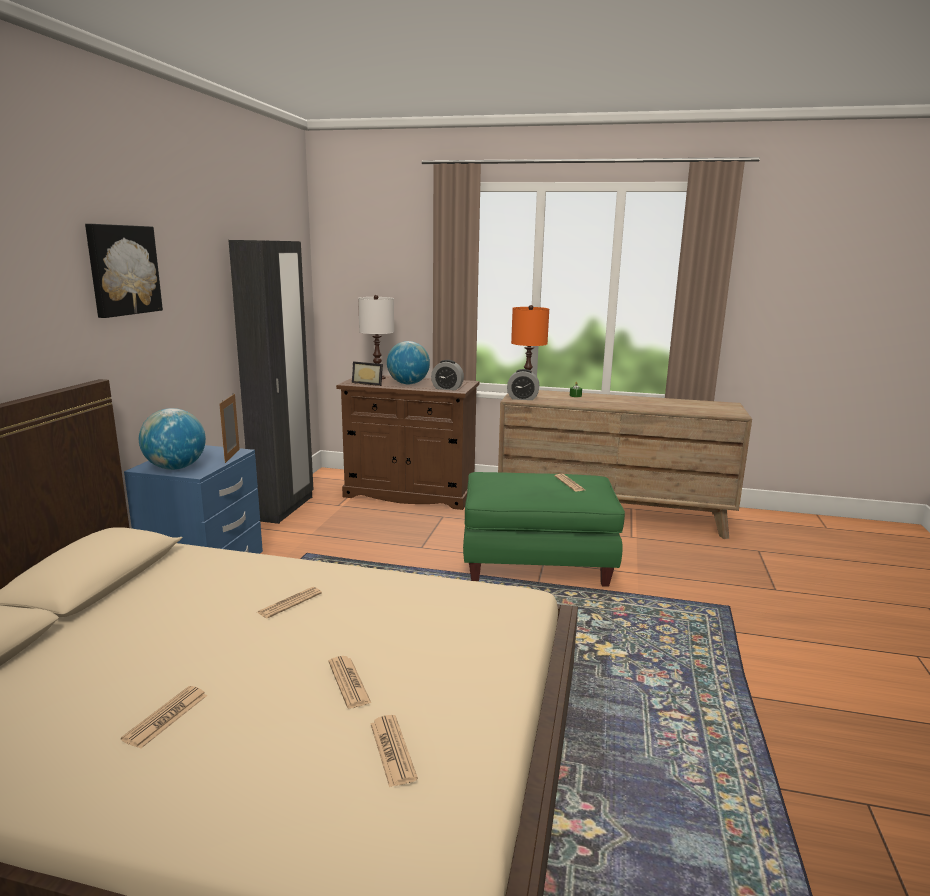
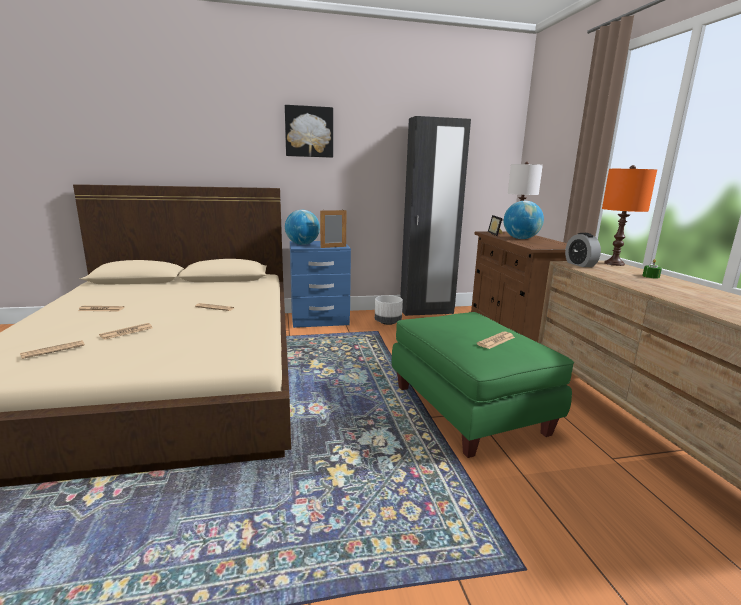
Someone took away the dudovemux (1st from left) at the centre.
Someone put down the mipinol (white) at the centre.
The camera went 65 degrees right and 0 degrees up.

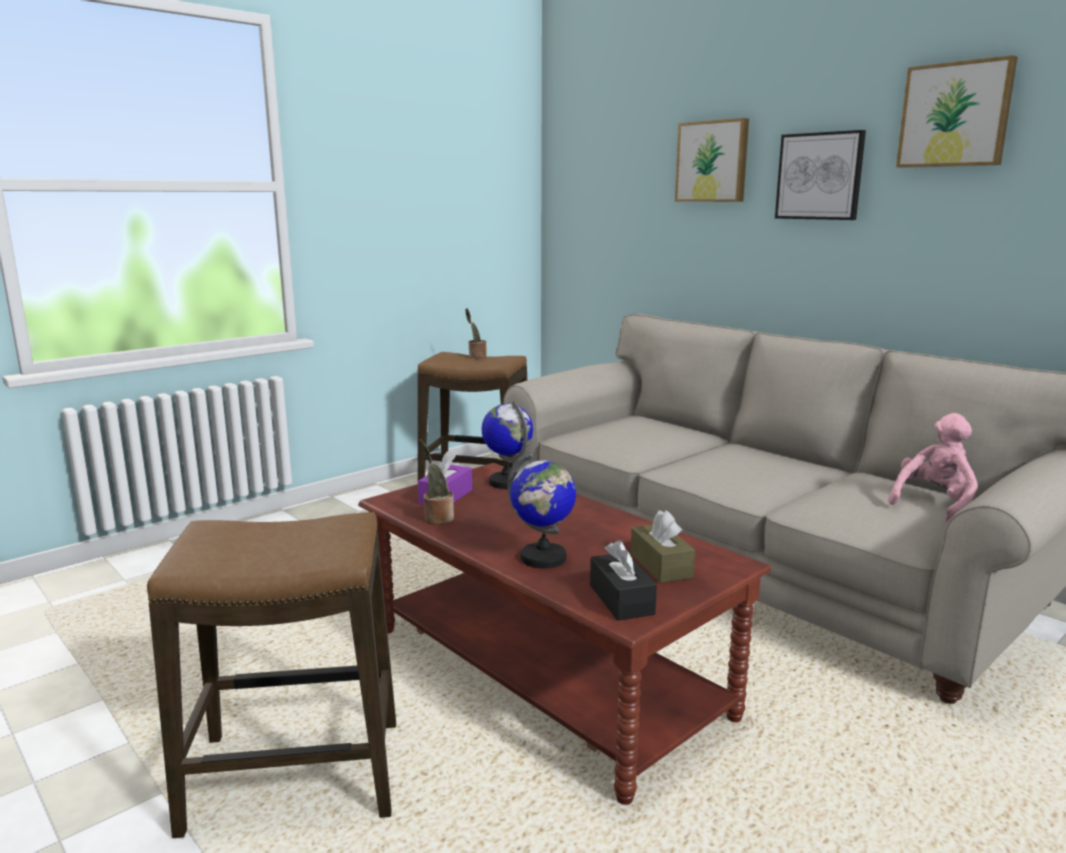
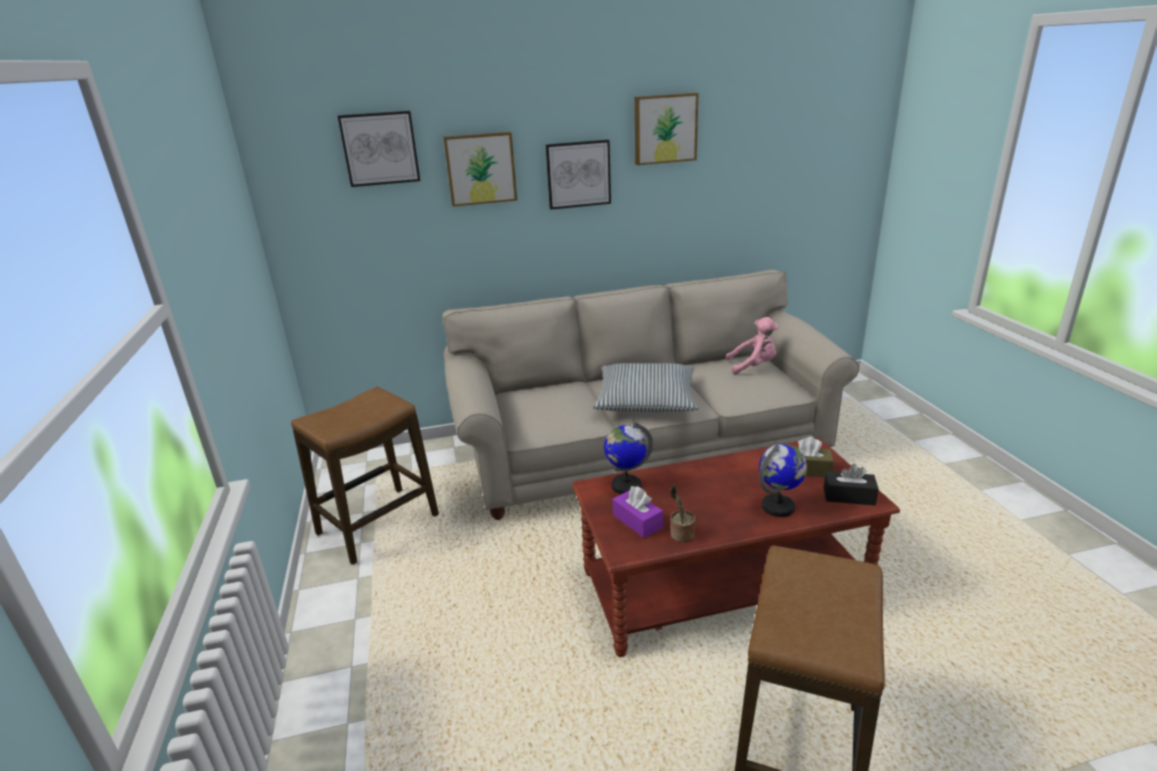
Someone took away the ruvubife (2nd from left) at the centre.
Someone rotated the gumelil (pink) at the middle right by 105 degrees clockwise.
Someone put up the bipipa (1st from left) at the top left.
Someone put down the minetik at the centre.
The camera went 60 degrees left and 10 degrees up.

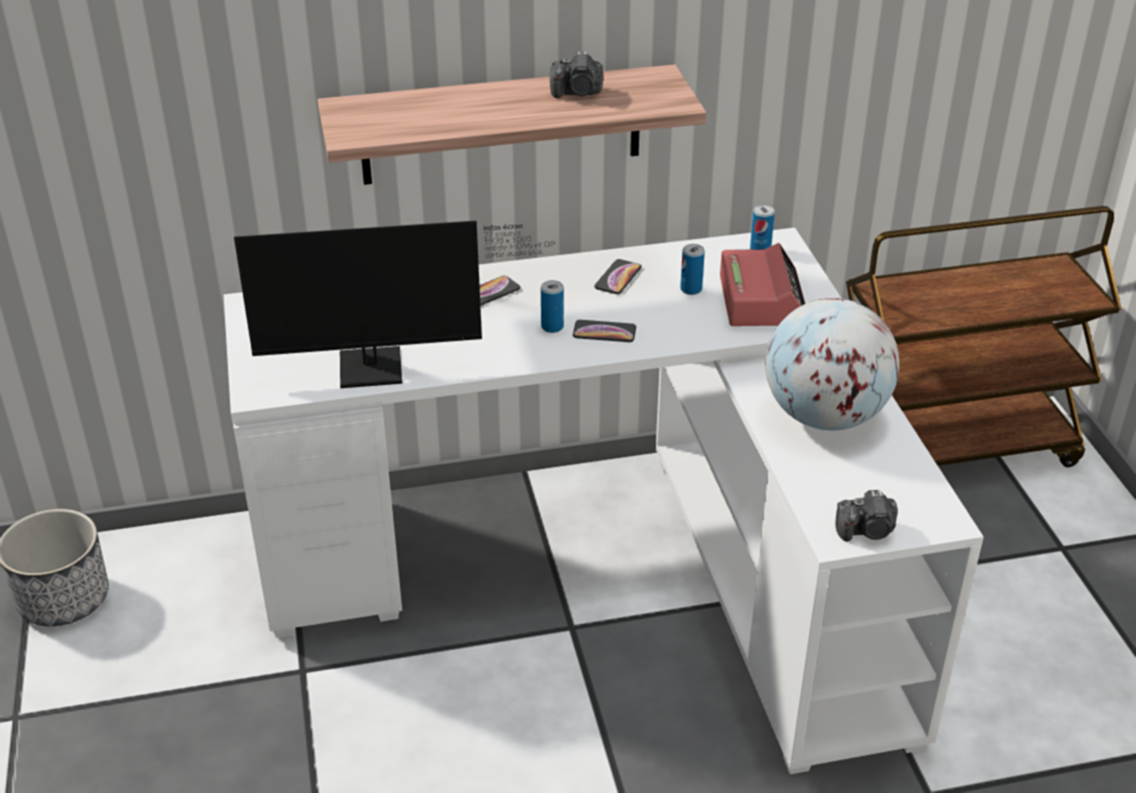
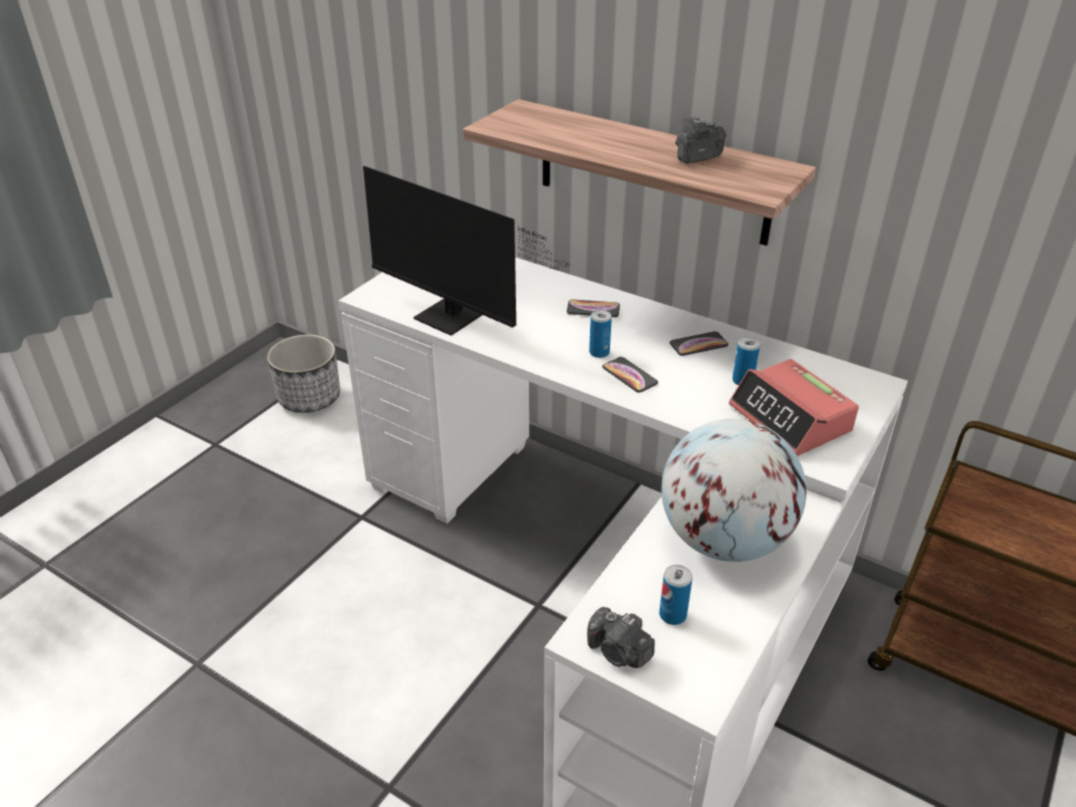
Someone rotated the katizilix (1st from left in the first image) at the top centre by 105 degrees clockwise.
Someone rotated the dudovemux at the middle right by 105 degrees clockwise.
Someone carried the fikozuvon (3rd from left in the first image) from the top right to the bottom centre.
The camera went 45 degrees right and 0 degrees up.

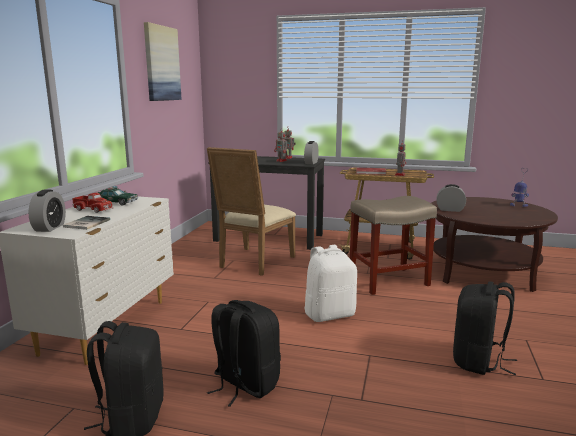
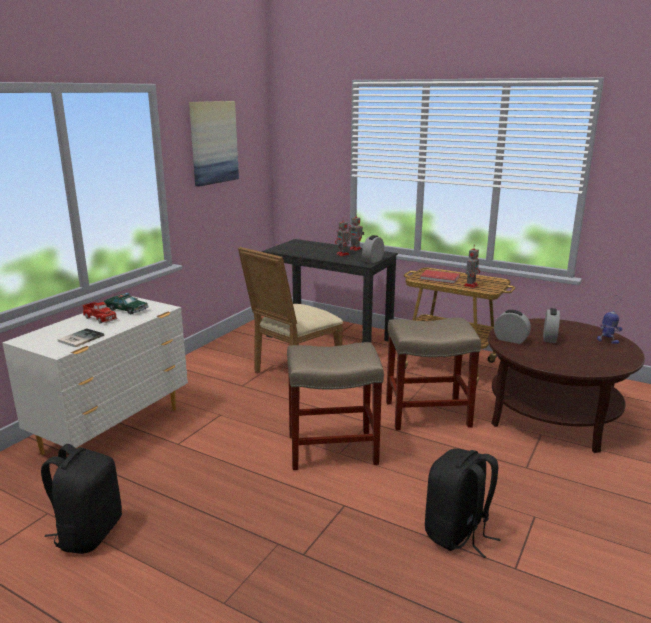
Someone carried the dudovemux (1st from left in the first image) from the middle left to the middle right.
Someone took away the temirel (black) (2nd from left) at the bottom centre.
Someone swapped the temirel (white) at the centre for the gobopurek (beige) (1st from left) at the centre.
The camera went 15 degrees right and 5 degrees up.

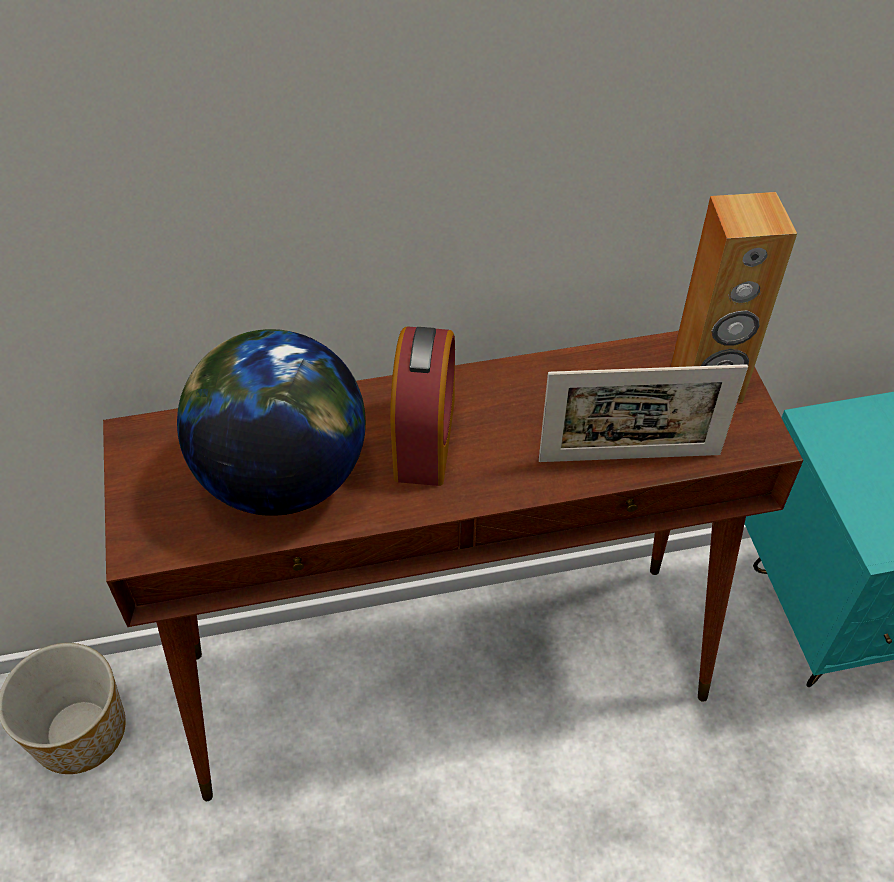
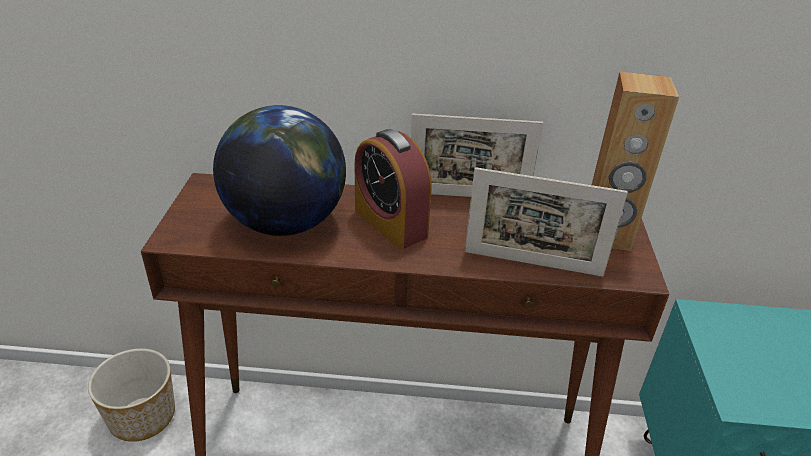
Someone rotated the dudovemux at the centre by 120 degrees clockwise.
Someone put down the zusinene (1st from left) at the centre.
The camera went 15 degrees right and 15 degrees down.

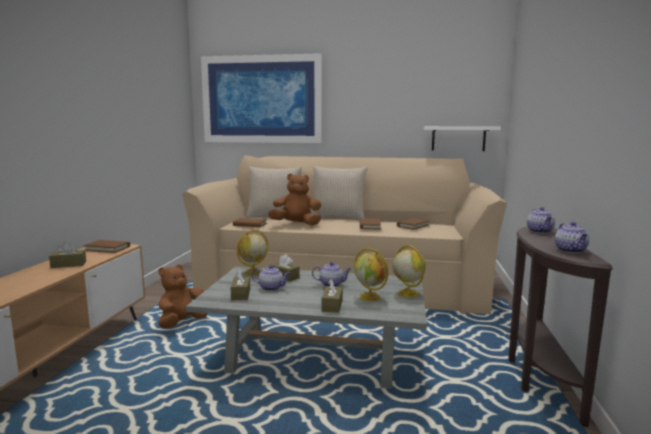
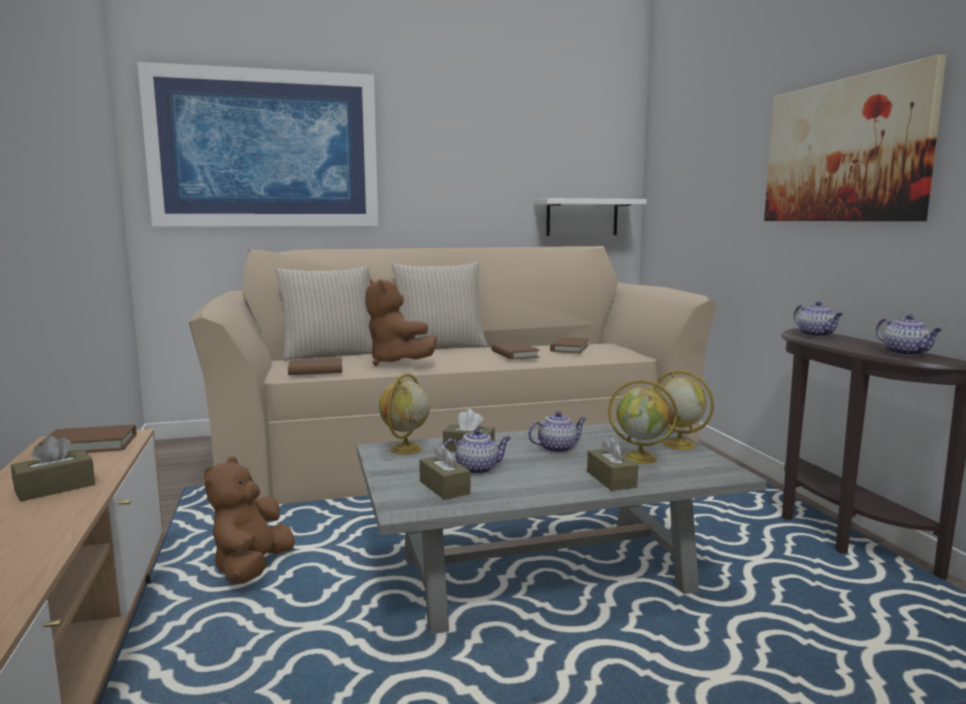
Someone rotated the gumelil (brown) (2nd from left) at the centre by 105 degrees counterclockwise.
Someone put up the bipipa (2nd from left) at the top right.
The camera went 25 degrees left and 0 degrees up.

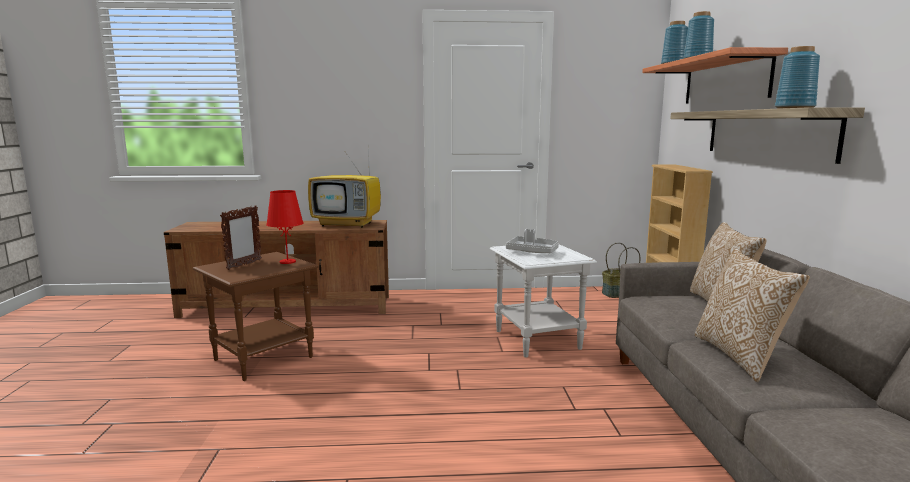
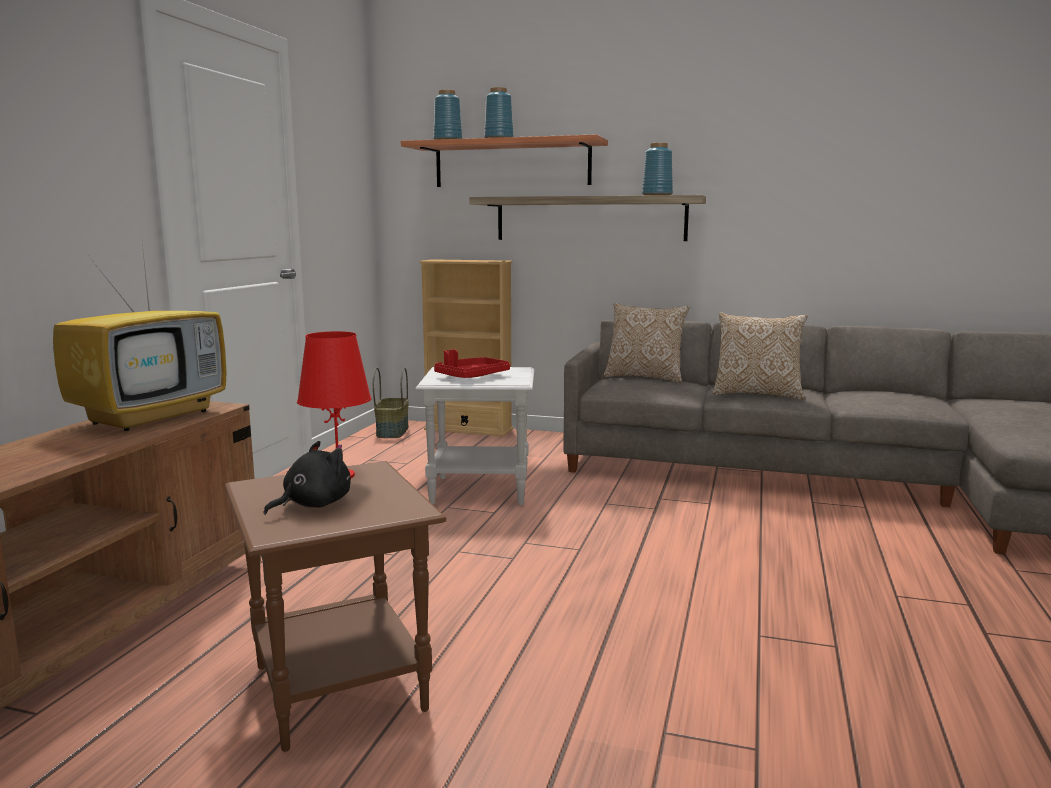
Someone swapped the zusinene at the middle left for the gumelil (black) at the middle left.
Someone repainted the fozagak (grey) at the centre, which became the fozagak (red) at the centre.
The camera went 70 degrees left and 0 degrees up.

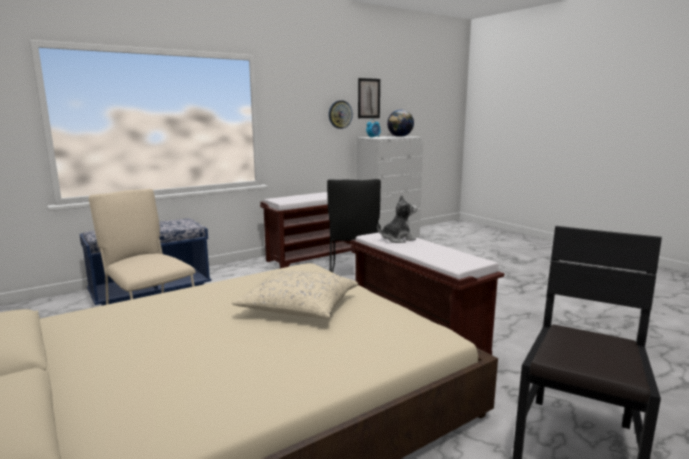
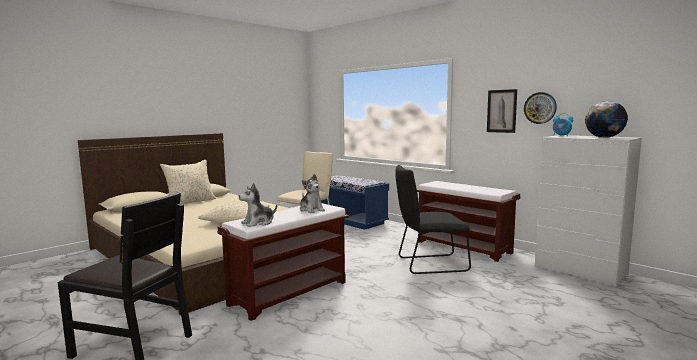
Someone carried the bipipa from the top centre to the top right.
Someone put down the minetik (beige) (1st from left) at the middle left.
Someone put down the gumelil (1st from left) at the centre.
The camera went 80 degrees right and 5 degrees down.

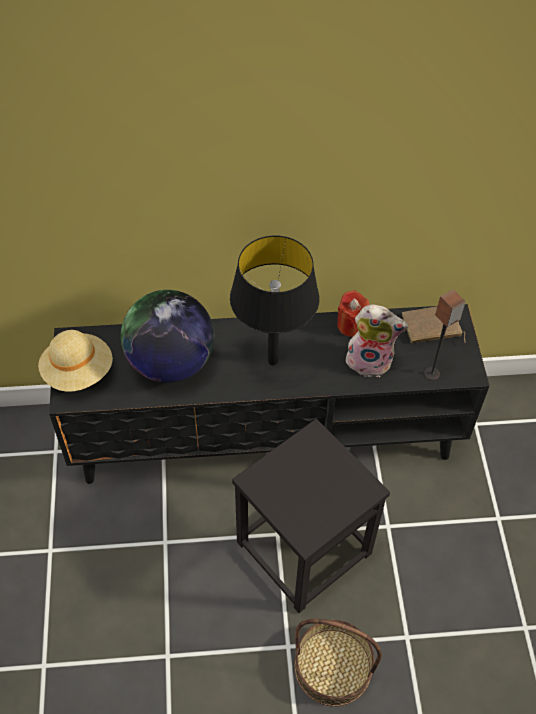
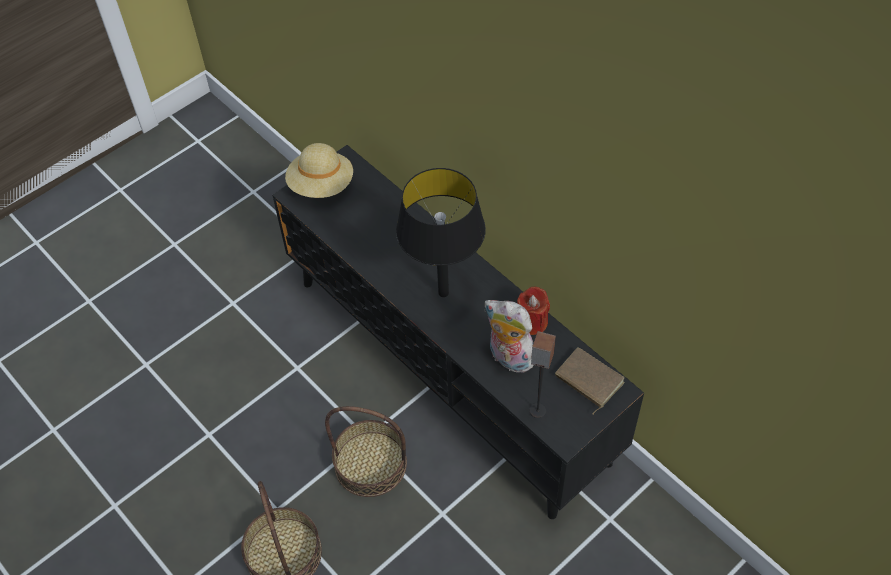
Someone took away the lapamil at the middle left.
Someone swapped the gobopurek (black) at the bottom centre for the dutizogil (2nd from left) at the bottom centre.
Someone rotated the gumelil at the middle right by 150 degrees clockwise.
The camera went 55 degrees right and 0 degrees up.

